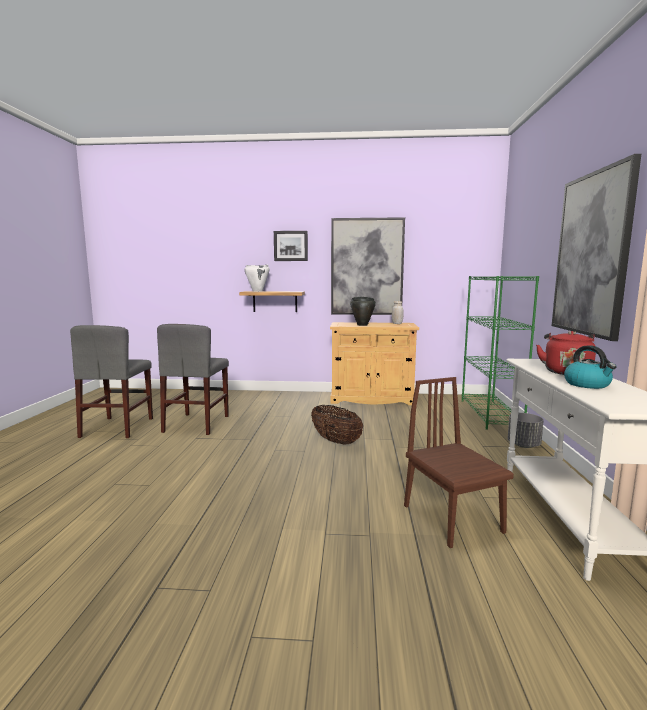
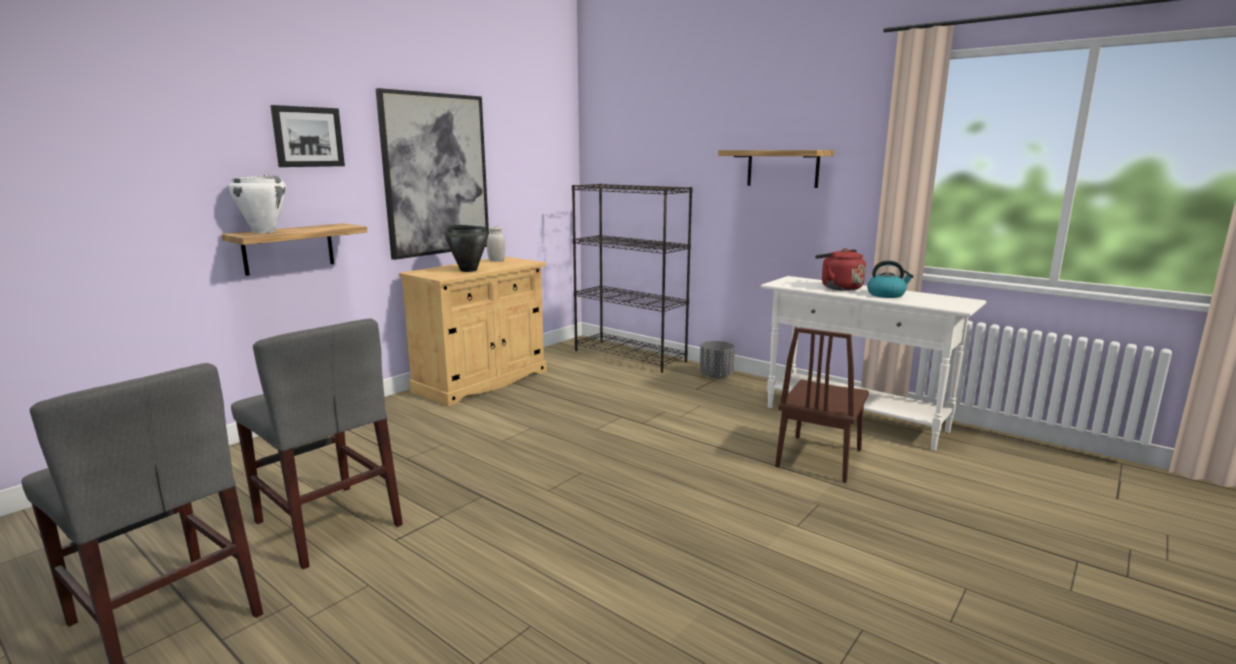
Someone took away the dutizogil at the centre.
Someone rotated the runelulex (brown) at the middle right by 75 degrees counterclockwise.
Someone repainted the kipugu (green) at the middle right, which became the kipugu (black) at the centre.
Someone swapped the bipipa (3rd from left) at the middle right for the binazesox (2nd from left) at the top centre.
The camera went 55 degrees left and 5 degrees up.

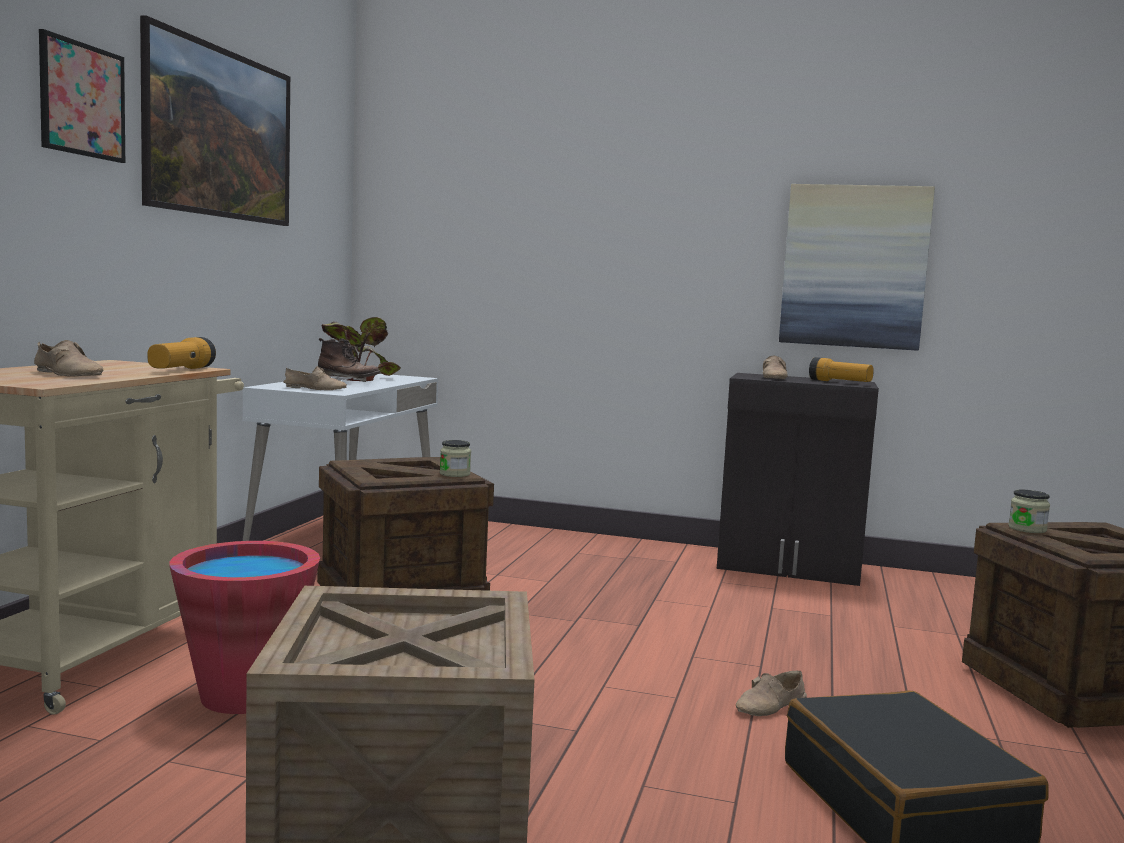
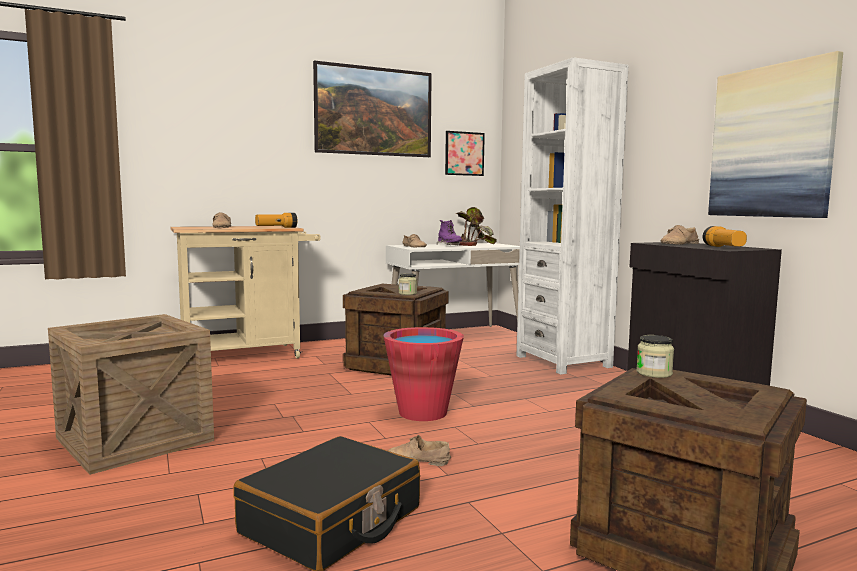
Someone carried the bipipa (1st from left in the first image) from the top left to the top centre.
Someone carried the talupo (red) from the bottom left to the centre.
Someone repainted the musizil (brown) at the middle left, which became the musizil (purple) at the centre.
Someone put down the kipugu (white) at the middle right.
The camera went 50 degrees right and 0 degrees up.

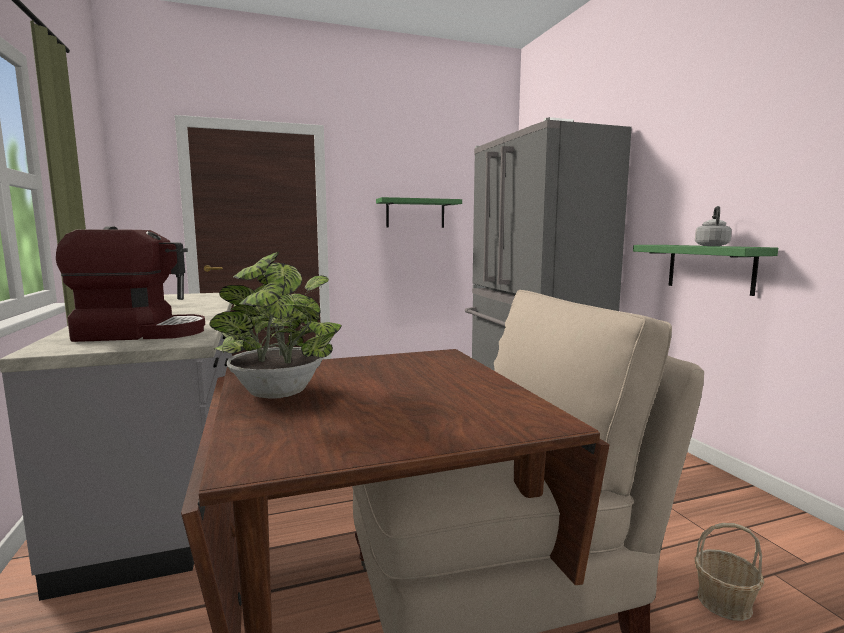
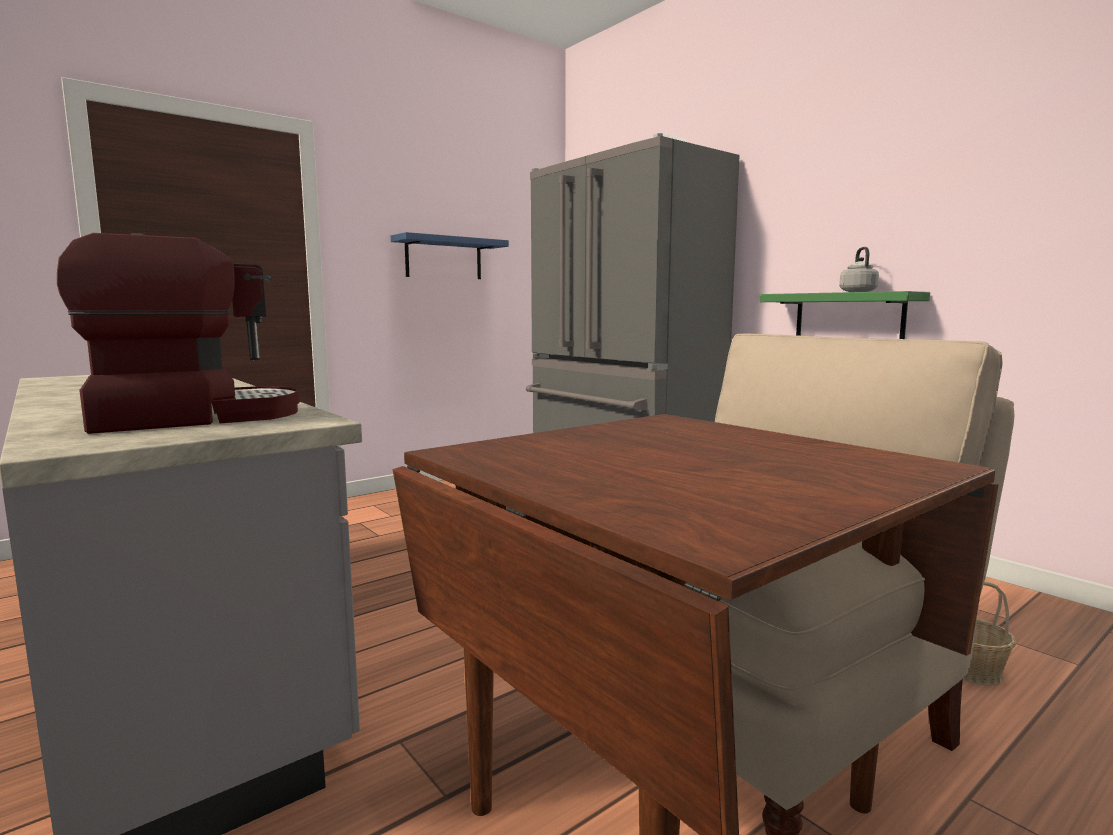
Someone took away the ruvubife at the middle left.
Someone repainted the binazesox (green) (1st from left) at the centre, which became the binazesox (blue) at the top centre.
The camera went 20 degrees left and 0 degrees up.

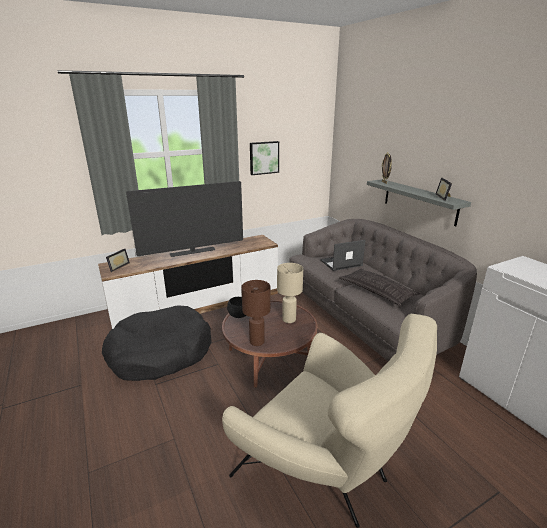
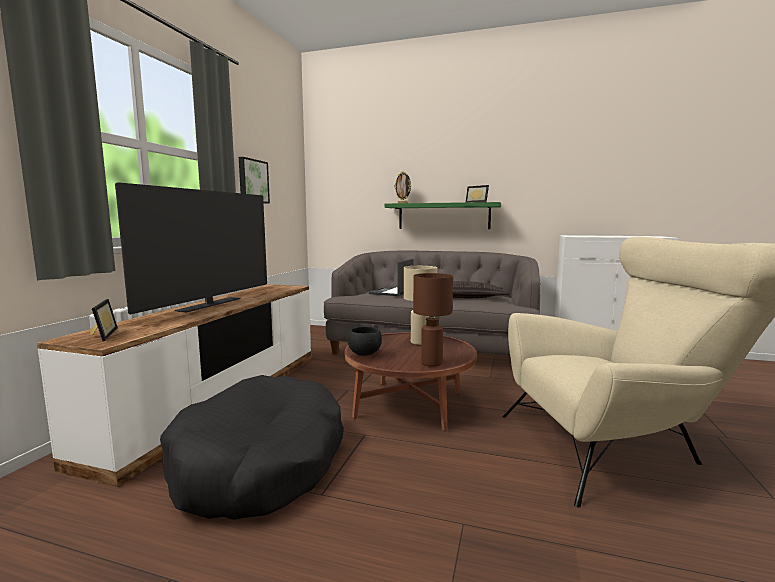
Someone repainted the binazesox (grey) at the middle right, which became the binazesox (green) at the centre.
The camera went 45 degrees left and 15 degrees down.

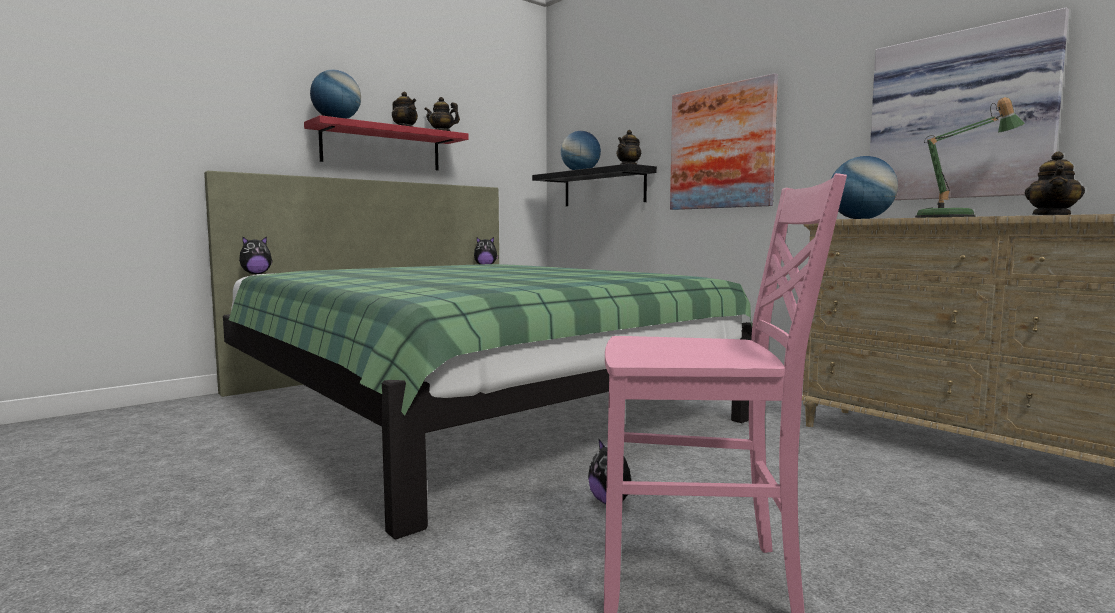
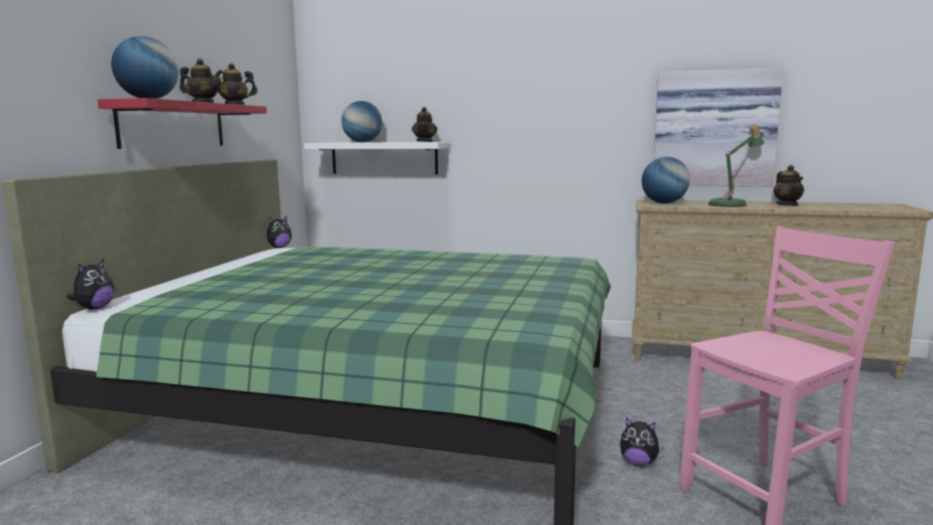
Someone repainted the binazesox (black) at the top centre, which became the binazesox (white) at the top centre.
Someone took away the bipipa (1st from left) at the top centre.
The camera went 35 degrees left and 5 degrees up.

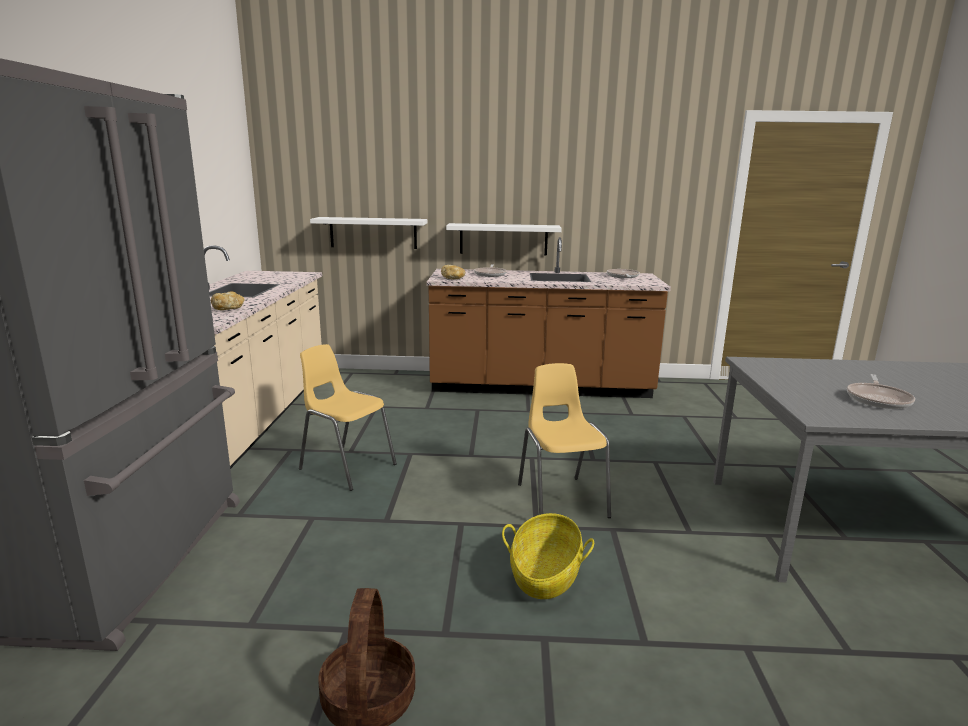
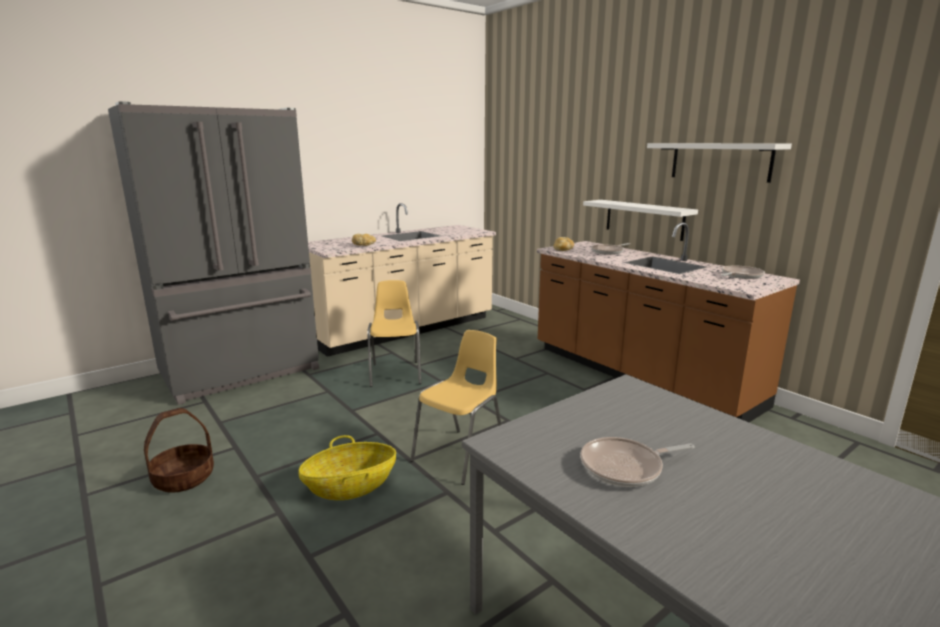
Someone carried the binazesox (white) (1st from left in the first image) from the top centre to the top right.
The camera went 50 degrees right and 0 degrees up.

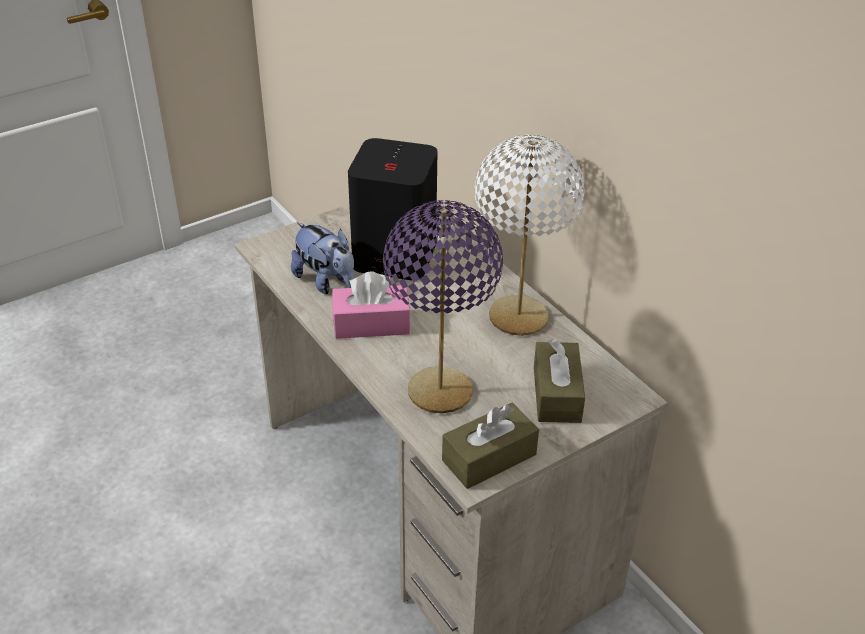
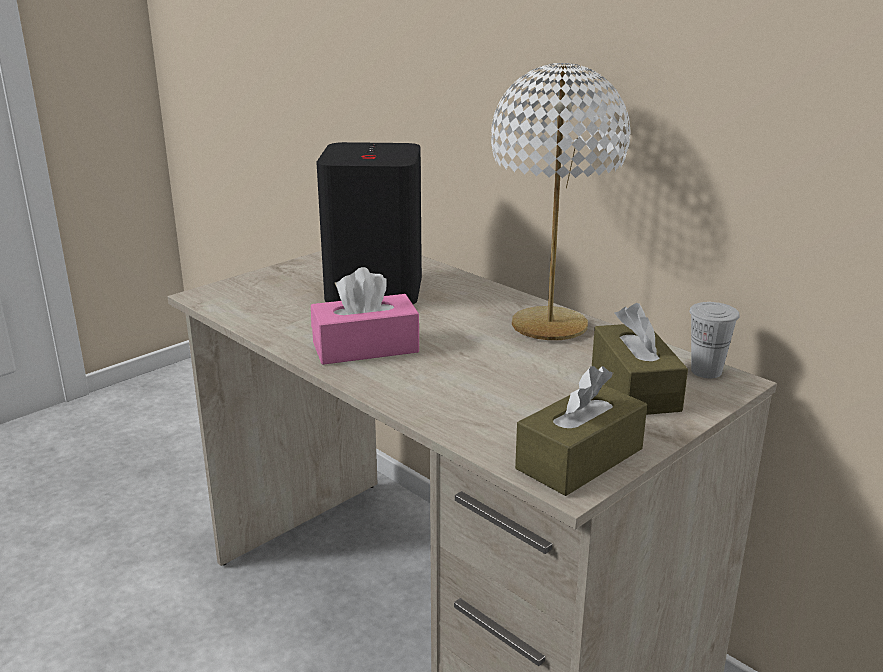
Someone took away the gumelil at the centre.
Someone took away the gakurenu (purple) at the centre.
Someone put down the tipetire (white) at the middle right.
The camera went 10 degrees left and 15 degrees down.

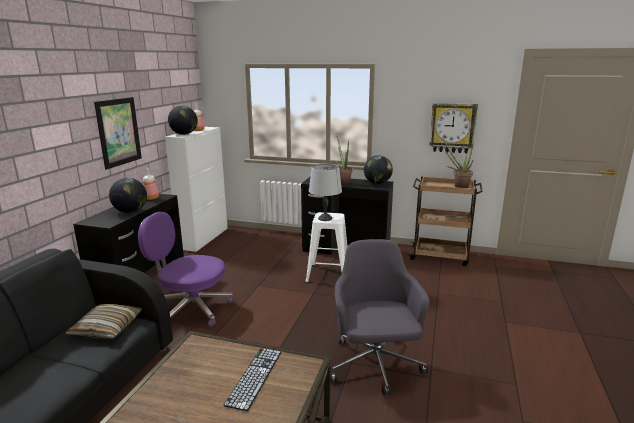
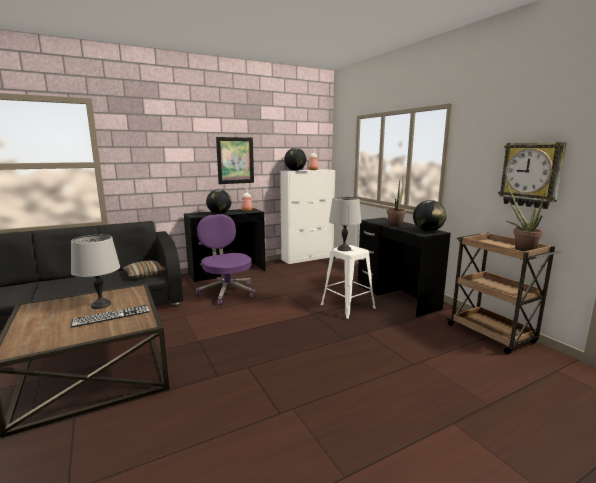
Someone took away the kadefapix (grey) at the bottom centre.
Someone put down the gakurenu (grey) (1st from left) at the middle left.
The camera went 45 degrees right and 5 degrees down.

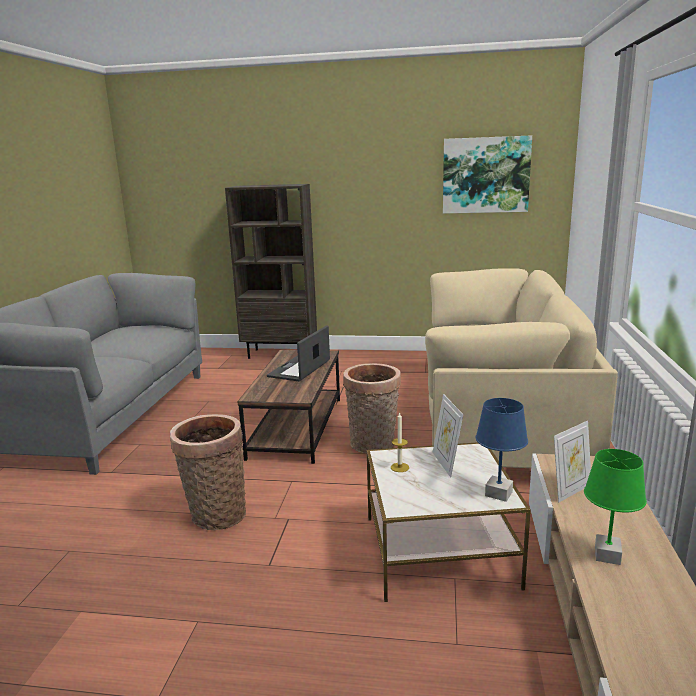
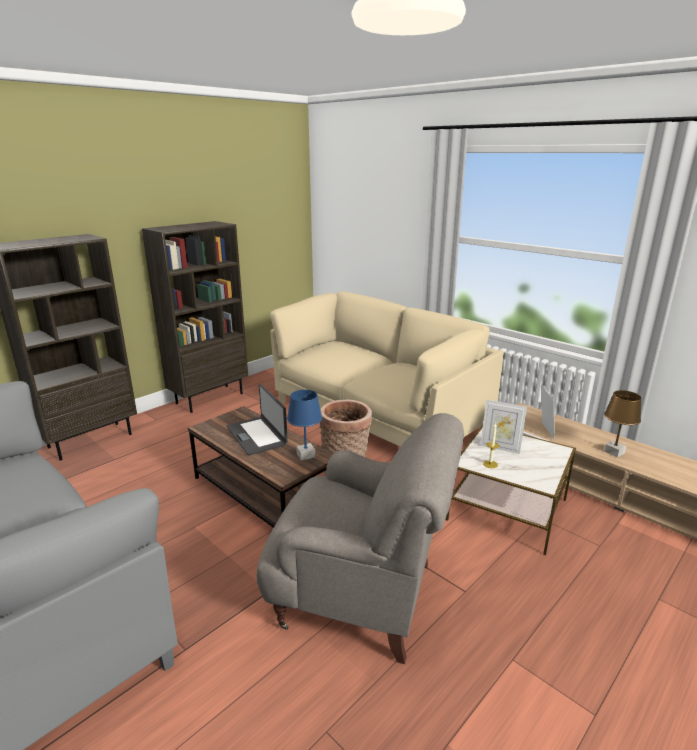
Someone swapped the dutizogil (1st from left) at the bottom left for the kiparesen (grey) at the bottom centre.
Someone took away the bipipa at the top right.
Someone carried the gakurenu (blue) from the middle right to the centre.
Someone repainted the gakurenu (green) at the bottom right, which became the gakurenu (brown) at the middle right.
Someone put down the kipugu (brown) (2nd from left) at the middle left.
The camera went 55 degrees left and 5 degrees up.

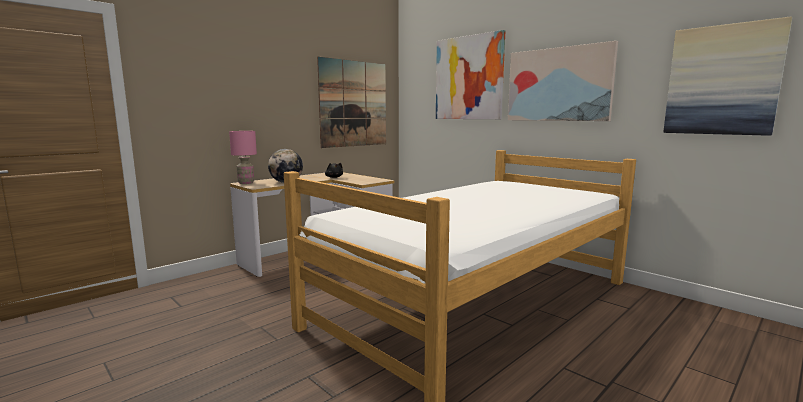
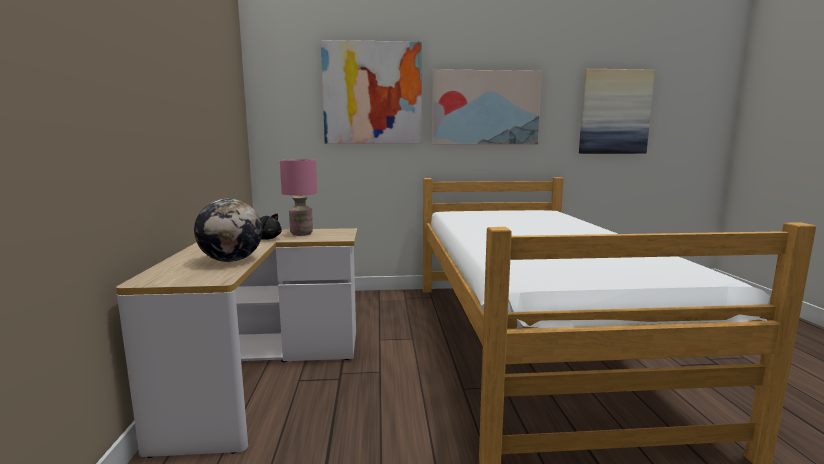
Someone carried the gakurenu (pink) from the middle left to the centre.
Someone took away the bipipa (1st from left) at the top centre.
The camera went 50 degrees left and 0 degrees up.

